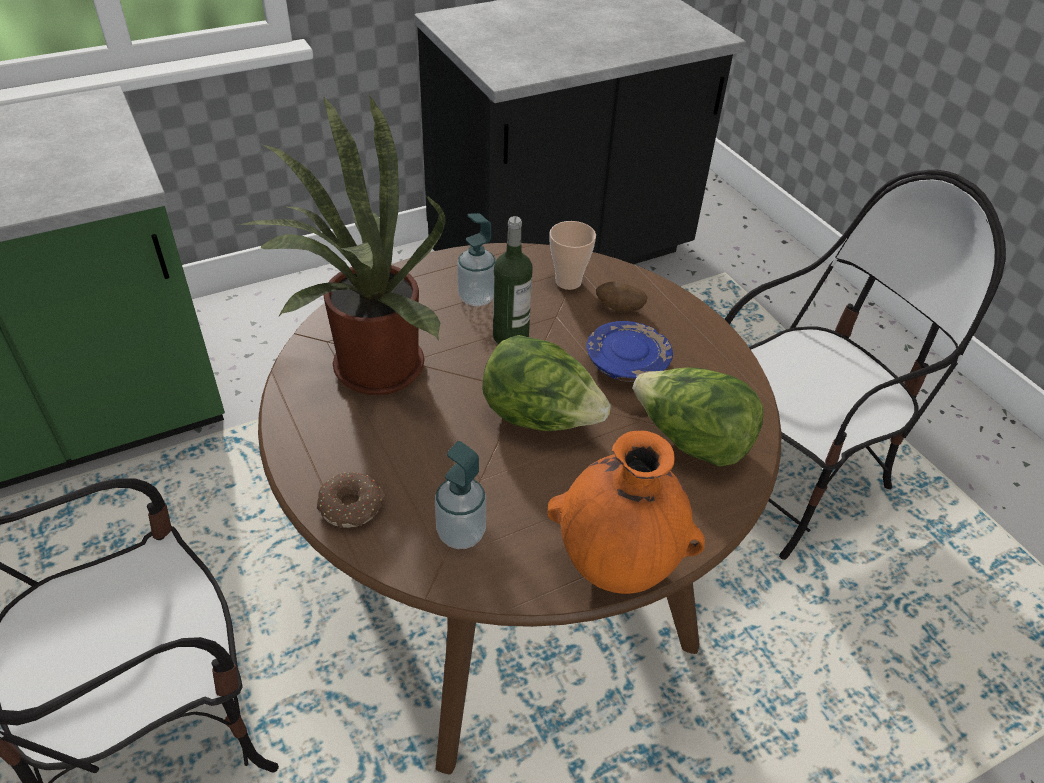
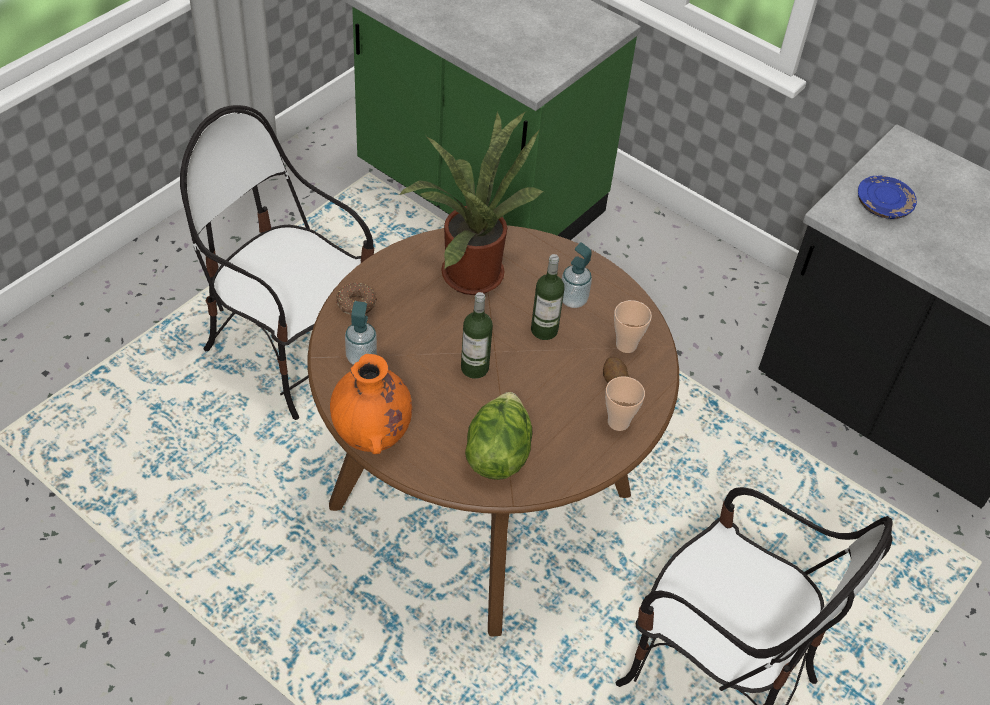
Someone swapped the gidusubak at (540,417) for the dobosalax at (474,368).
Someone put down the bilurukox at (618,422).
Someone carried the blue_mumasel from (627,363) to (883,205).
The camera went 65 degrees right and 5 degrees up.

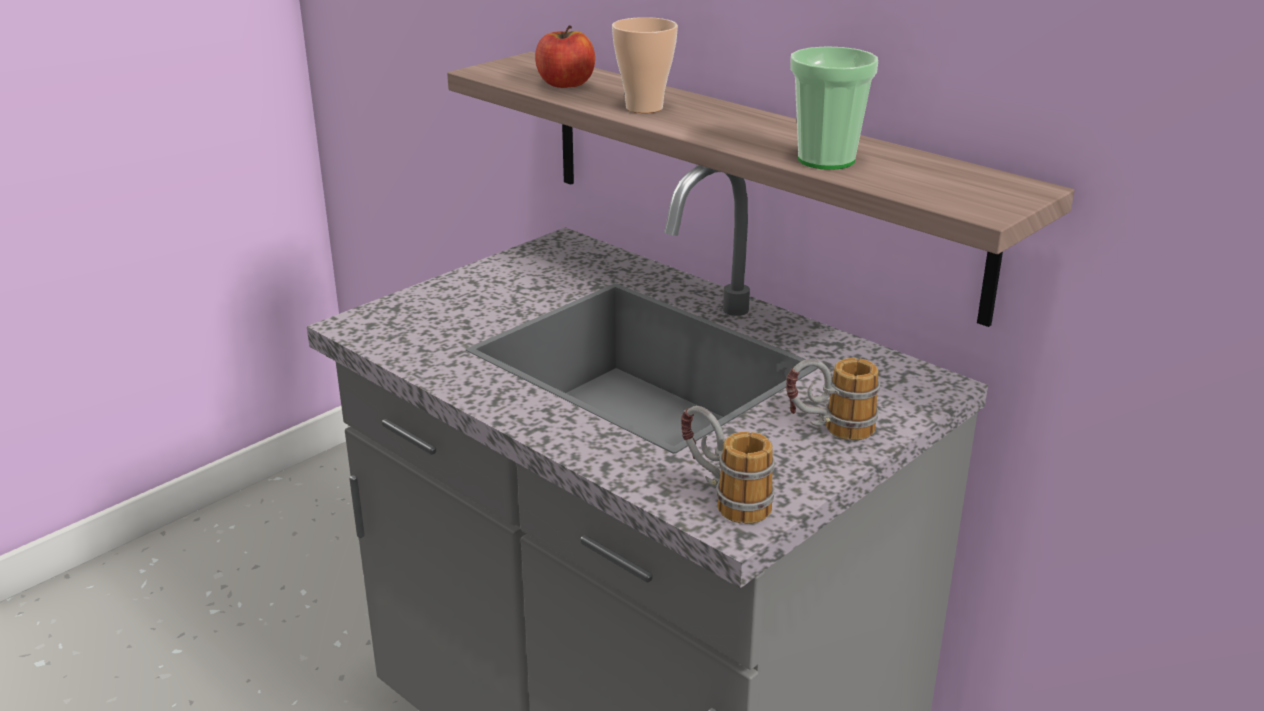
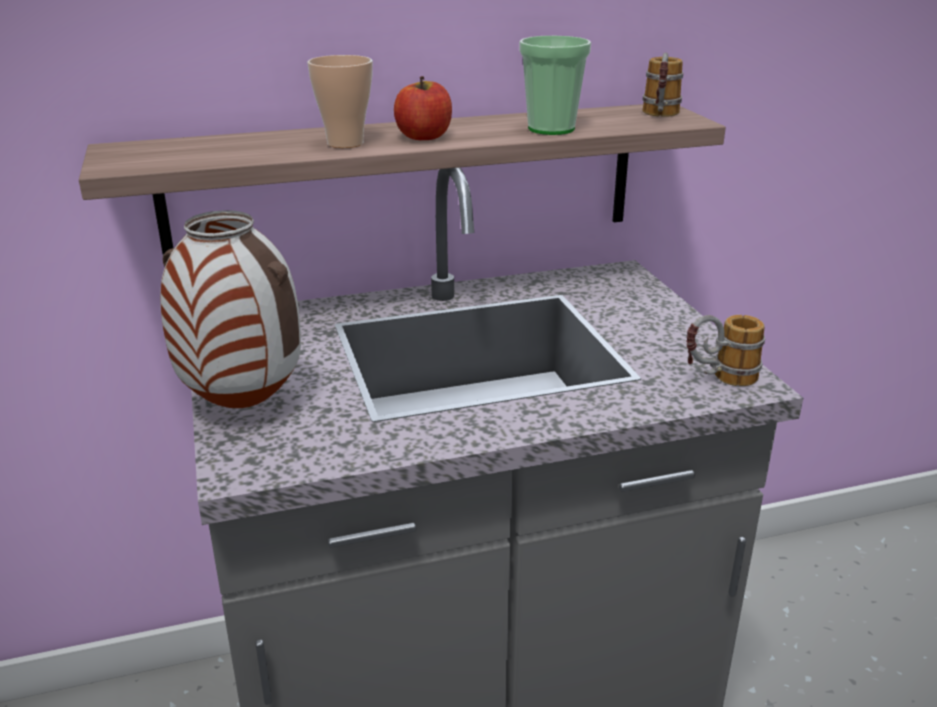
Someone put down the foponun at (246,406).
Someone carried the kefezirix from (565,84) to (424,137).
Someone carried the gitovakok from (828,431) to (660,116).
The camera went 60 degrees left and 0 degrees up.

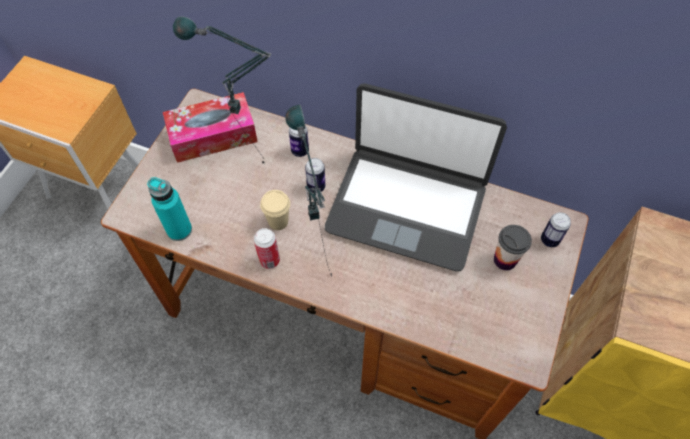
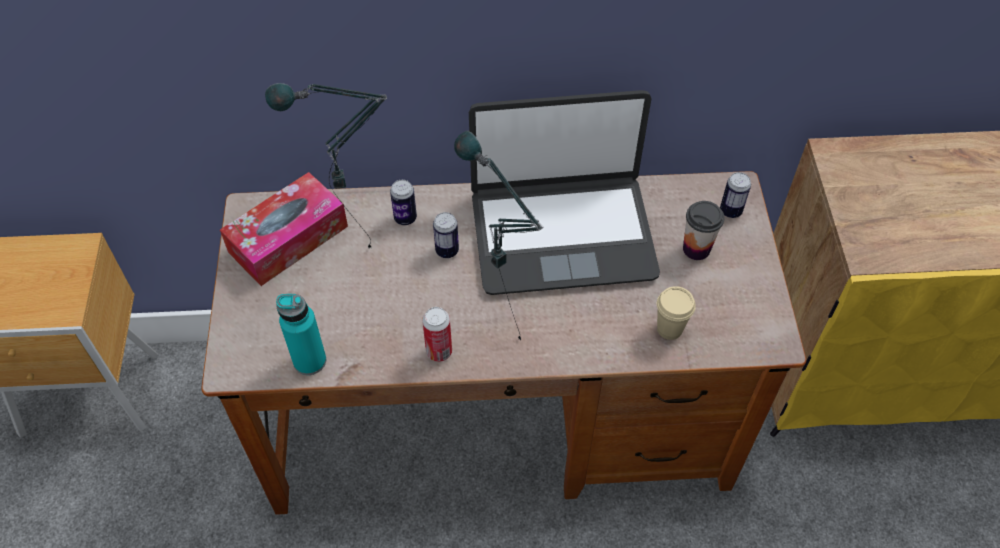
Someone carried the beige_bilurukox from (278,221) to (669,329).
The camera went 25 degrees left and 5 degrees down.

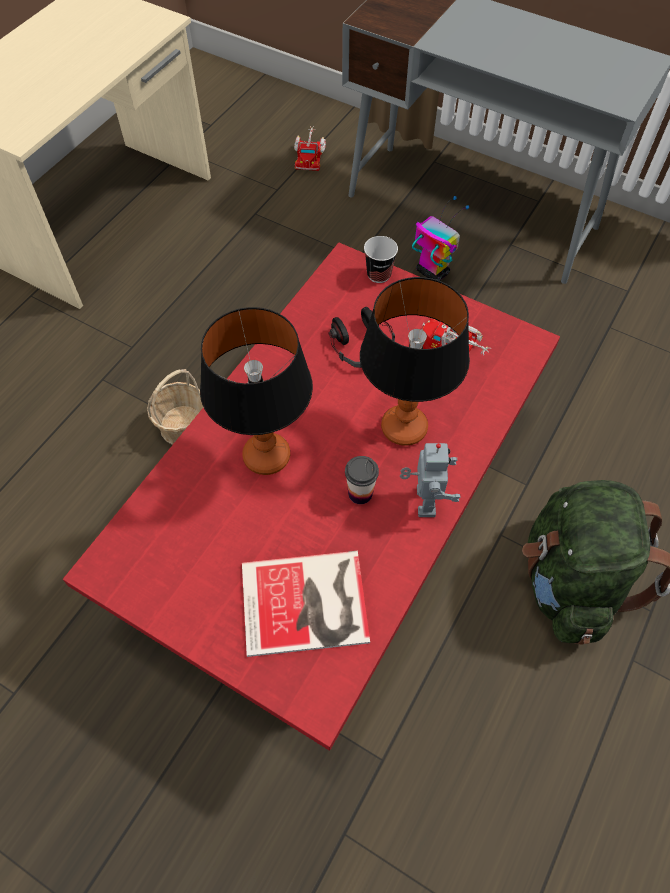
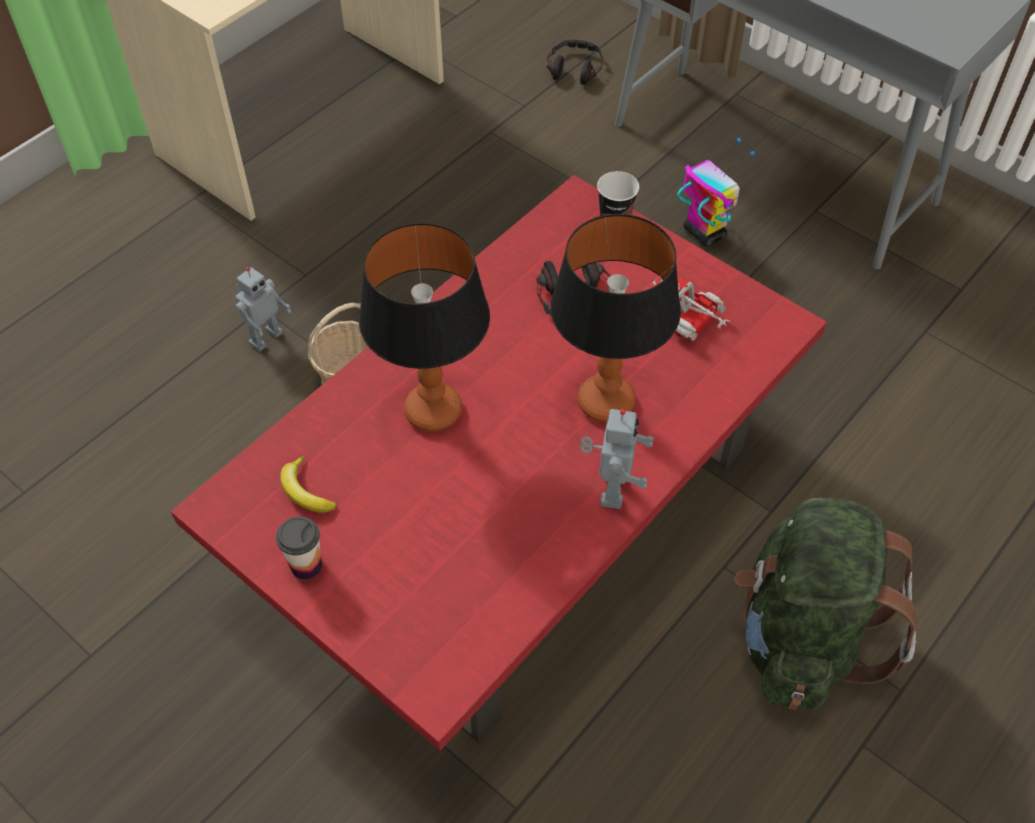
Someone put down the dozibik at (265,337).
Someone carried the bilurukox from (360,493) to (306,565).
Someone put down the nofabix at (305,491).
Someone swapped the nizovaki at (309,155) for the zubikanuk at (574,68).
Someone took away the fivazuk at (308,605).
The camera went 10 degrees right and 5 degrees down.

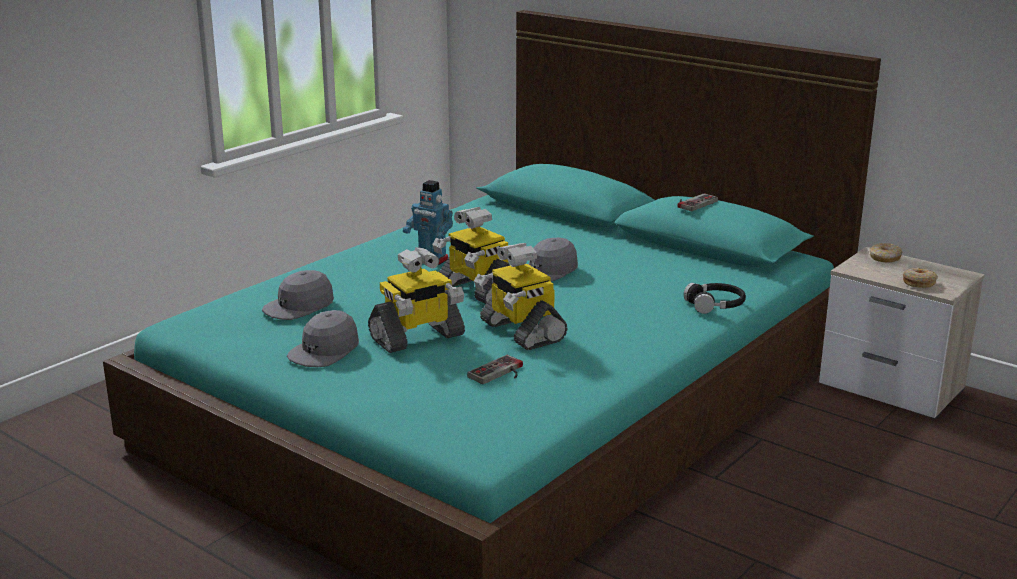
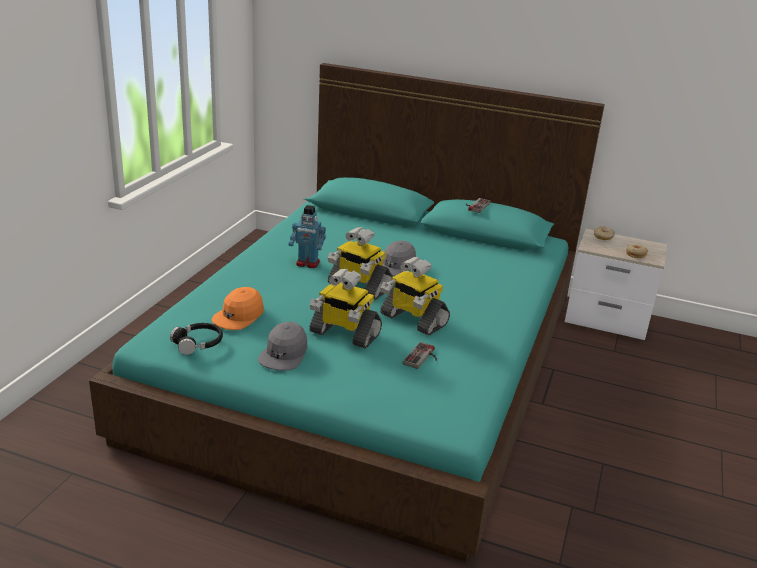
Someone carried the black_zubikanuk from (715,305) to (198,343).
Someone repainted the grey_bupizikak at (299,306), which became the orange_bupizikak at (239,316).
Someone rotated the dozibik at (417,337) by 75 degrees clockwise.
The camera went 20 degrees left and 5 degrees up.

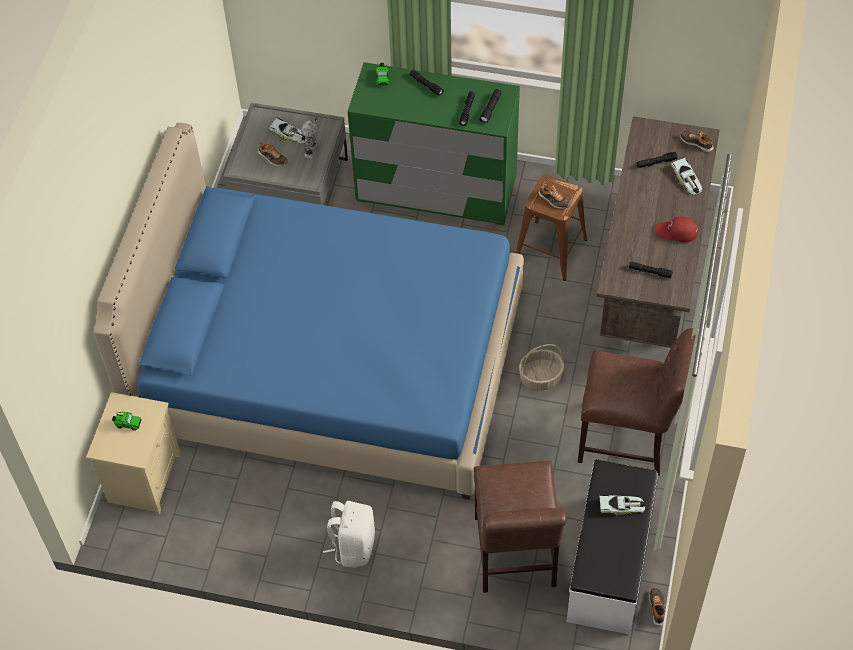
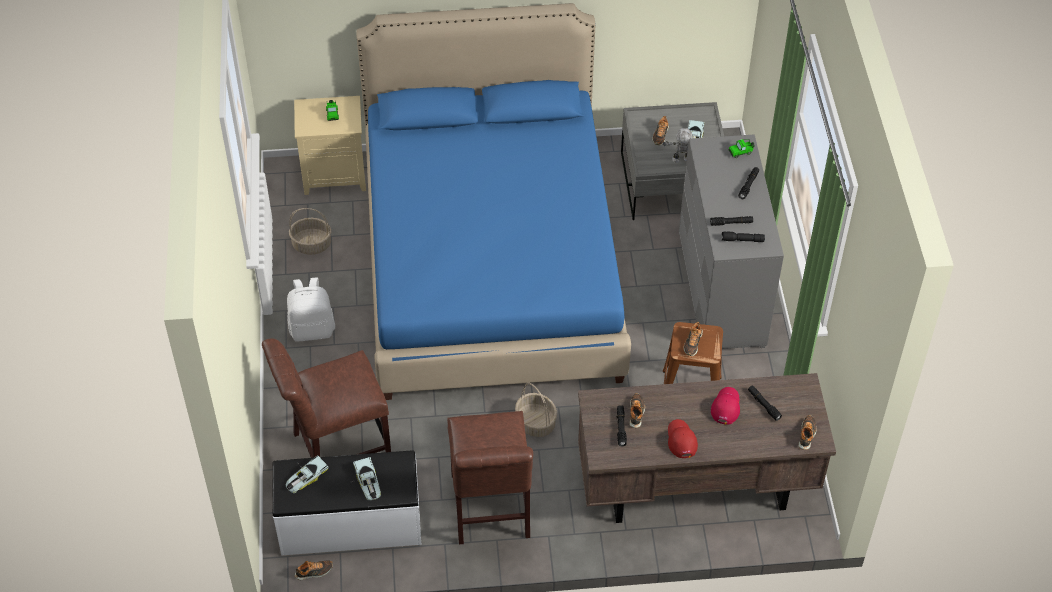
Someone carried the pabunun from (686,179) to (305,477).
Someone put down the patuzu at (311,245).
Someone put down the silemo at (636,413).
Someone repainted the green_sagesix at (436,190), which became the grey_sagesix at (721,289).
Someone put down the red_bupizikak at (725,406).
The camera went 70 degrees right and 5 degrees down.

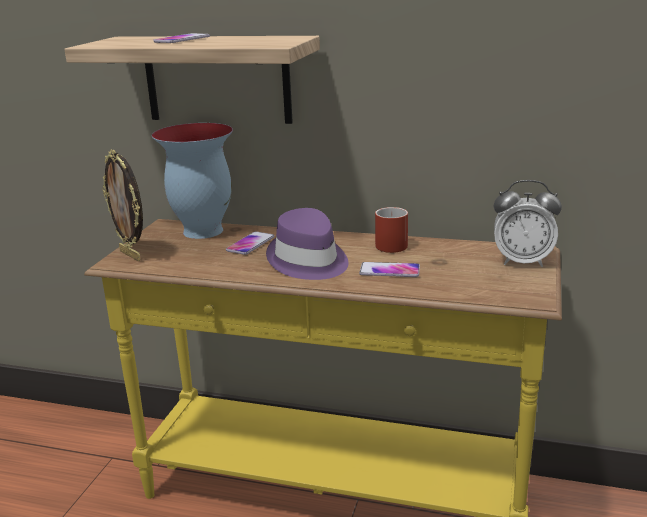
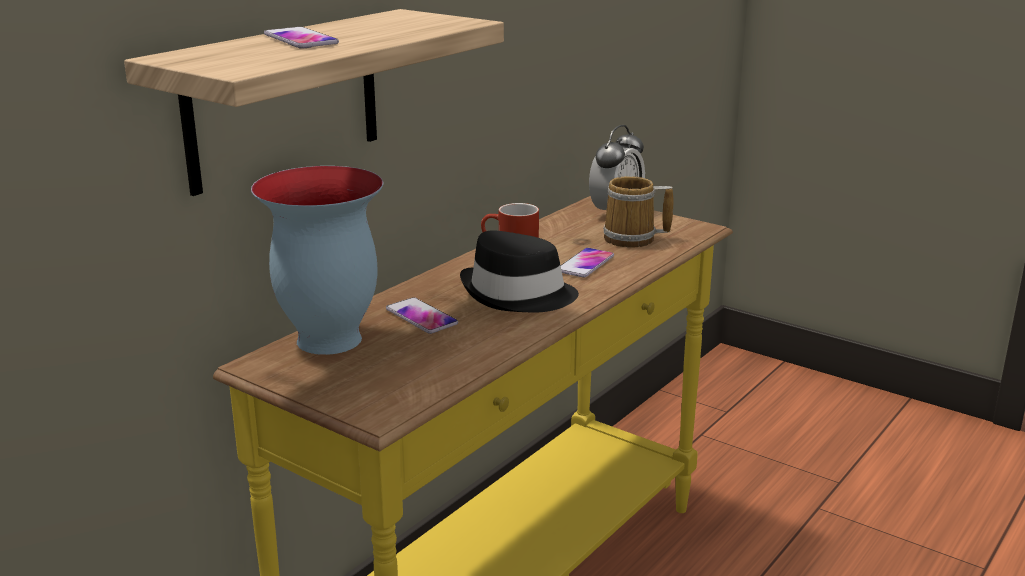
Someone repainted the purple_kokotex at (308,261), which became the black_kokotex at (518,295).
Someone put down the gitovakok at (633,239).
Someone took away the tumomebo at (131,255).
The camera went 70 degrees left and 0 degrees up.

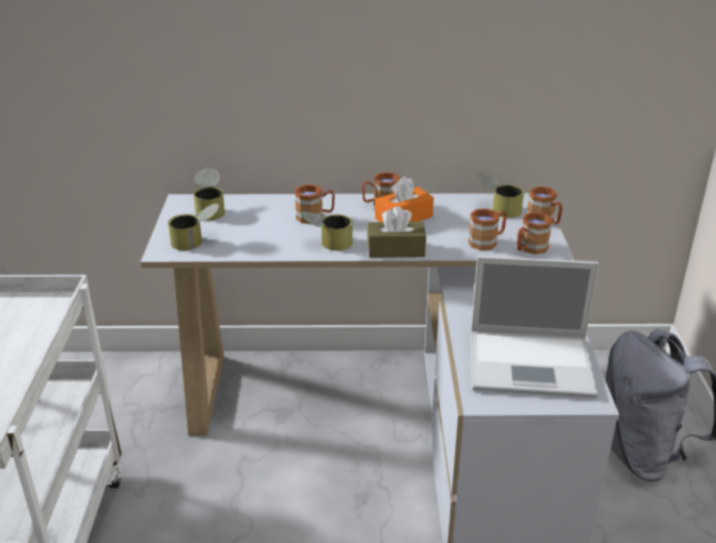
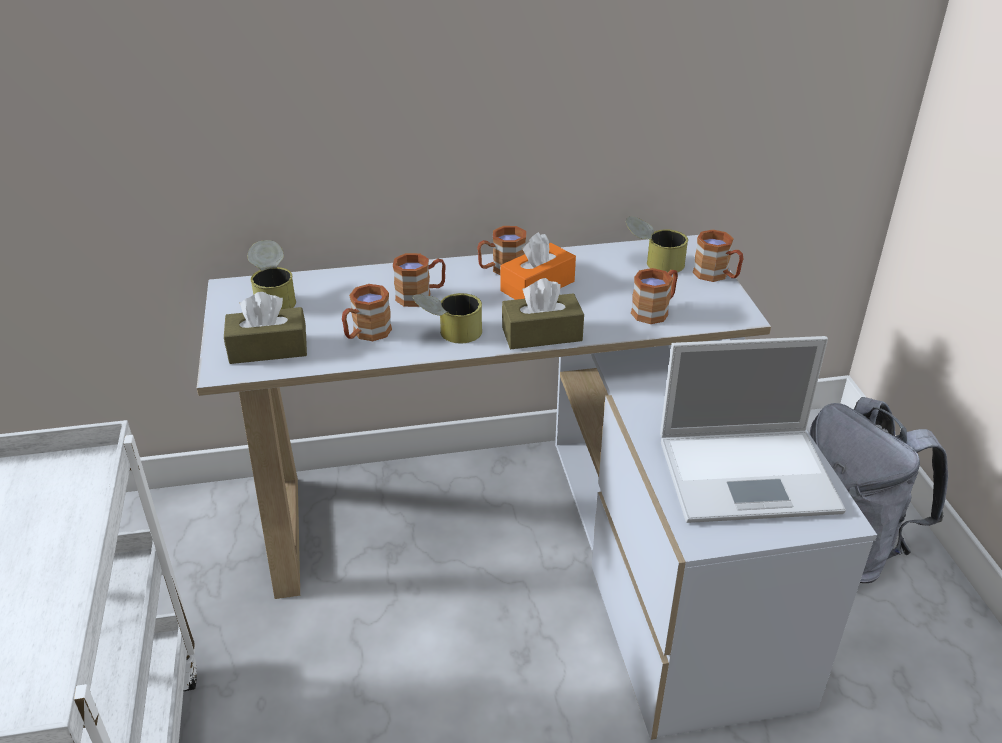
Someone swapped the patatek at (196,241) for the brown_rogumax at (268,348).
Someone carried the brown_gitovakok from (529,249) to (366,334).
The camera went 10 degrees left and 5 degrees up.

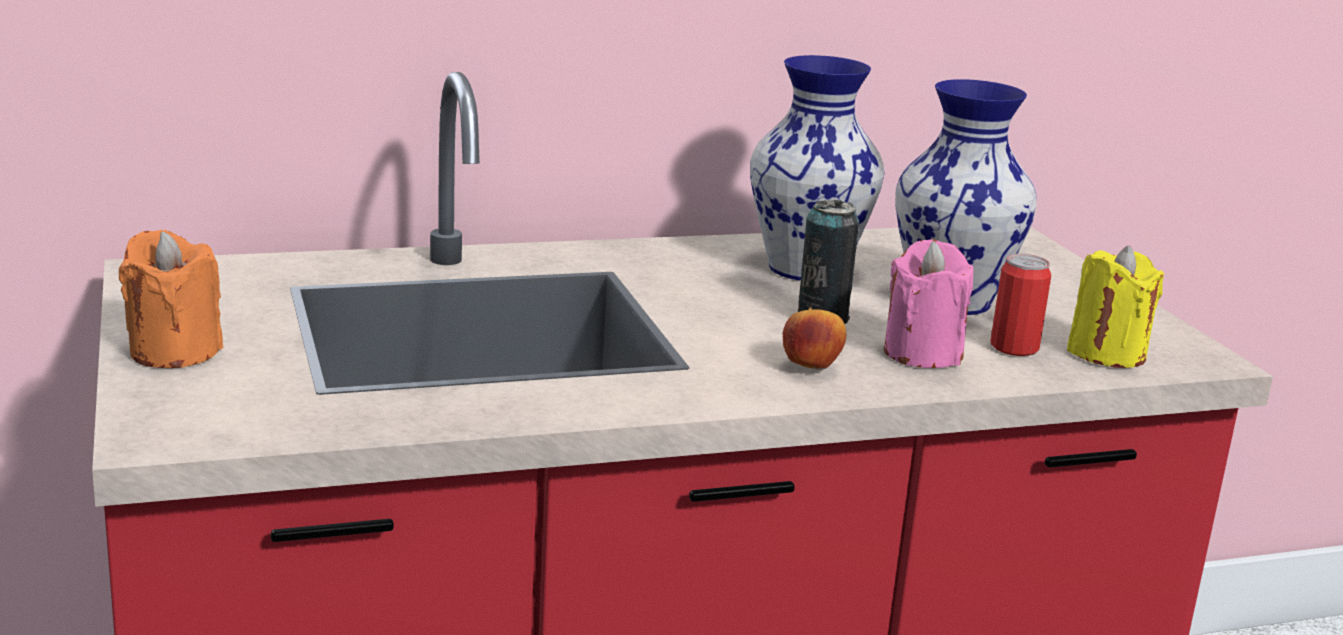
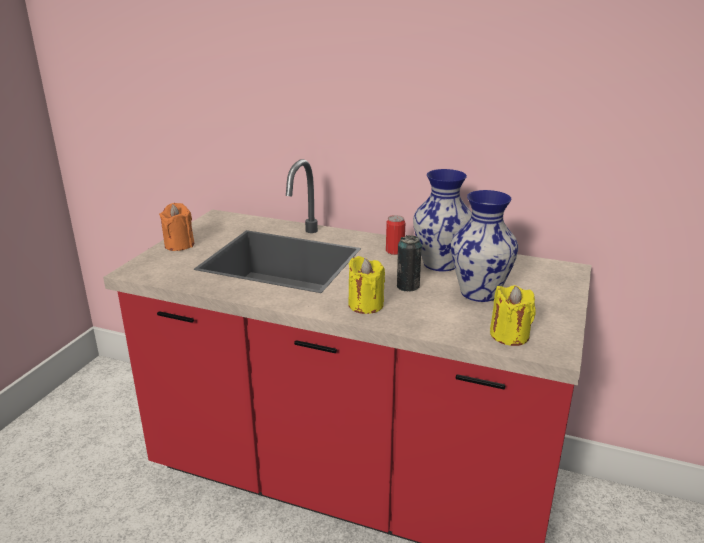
Someone swapped the kefezirix at (810,367) for the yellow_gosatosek at (365,305).
Someone carried the patatek from (1014,347) to (394,251).
Someone took away the pink_gosatosek at (922,353).
The camera went 40 degrees right and 5 degrees up.

